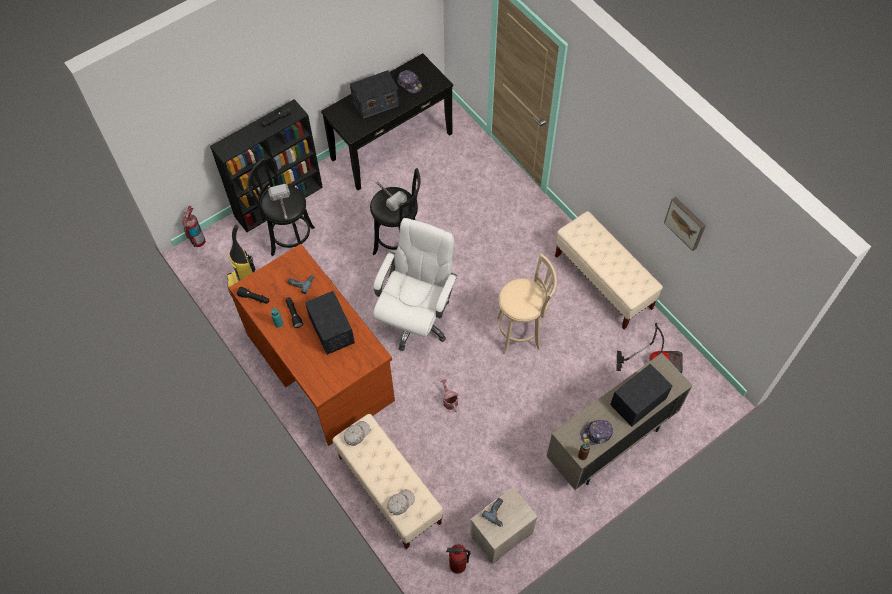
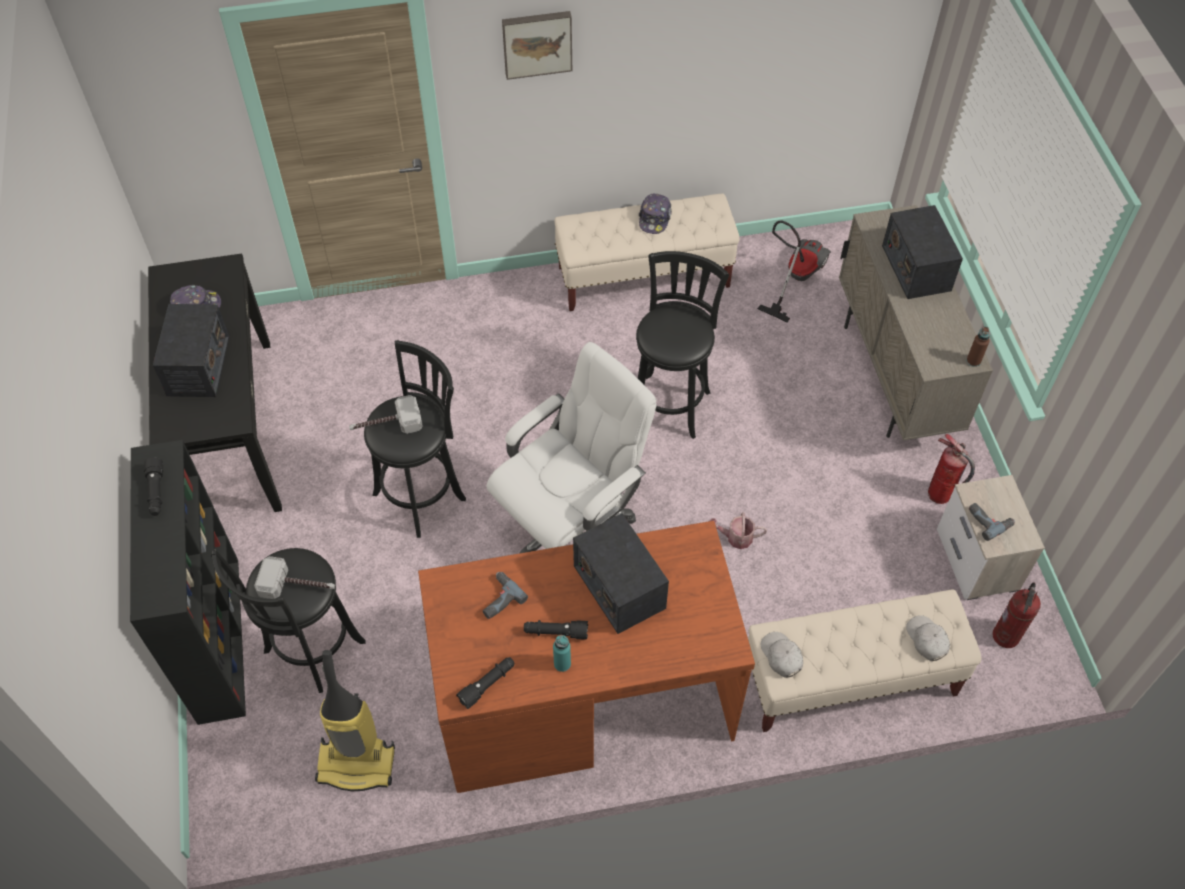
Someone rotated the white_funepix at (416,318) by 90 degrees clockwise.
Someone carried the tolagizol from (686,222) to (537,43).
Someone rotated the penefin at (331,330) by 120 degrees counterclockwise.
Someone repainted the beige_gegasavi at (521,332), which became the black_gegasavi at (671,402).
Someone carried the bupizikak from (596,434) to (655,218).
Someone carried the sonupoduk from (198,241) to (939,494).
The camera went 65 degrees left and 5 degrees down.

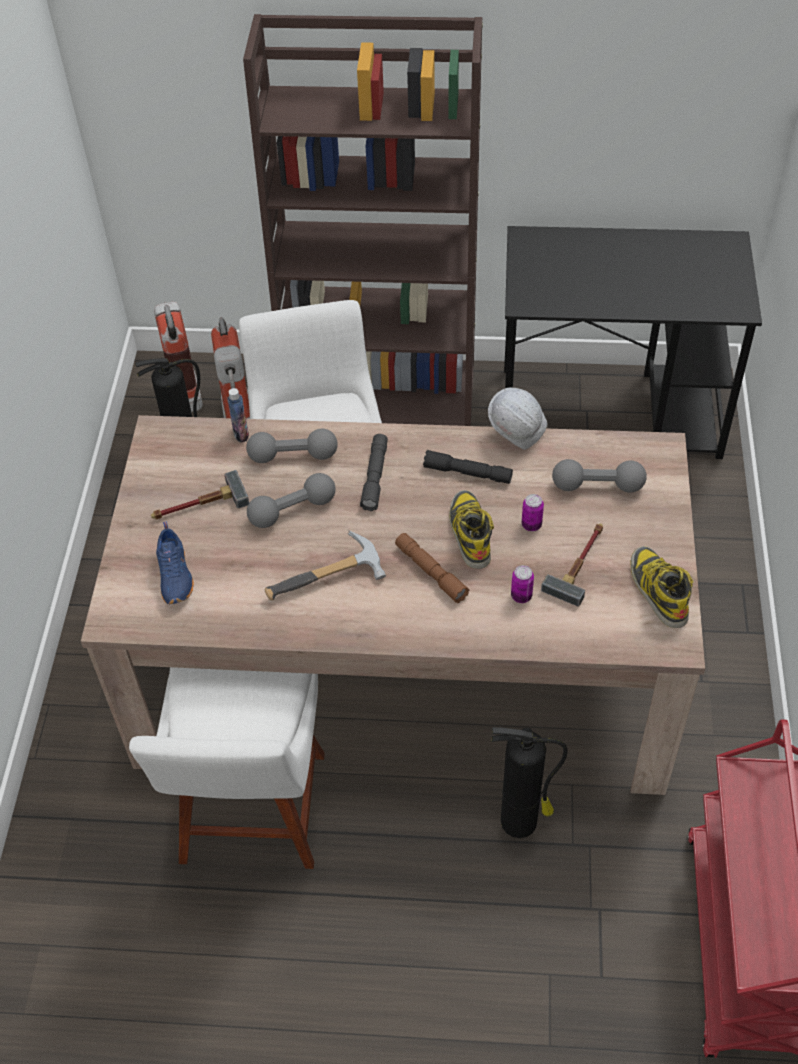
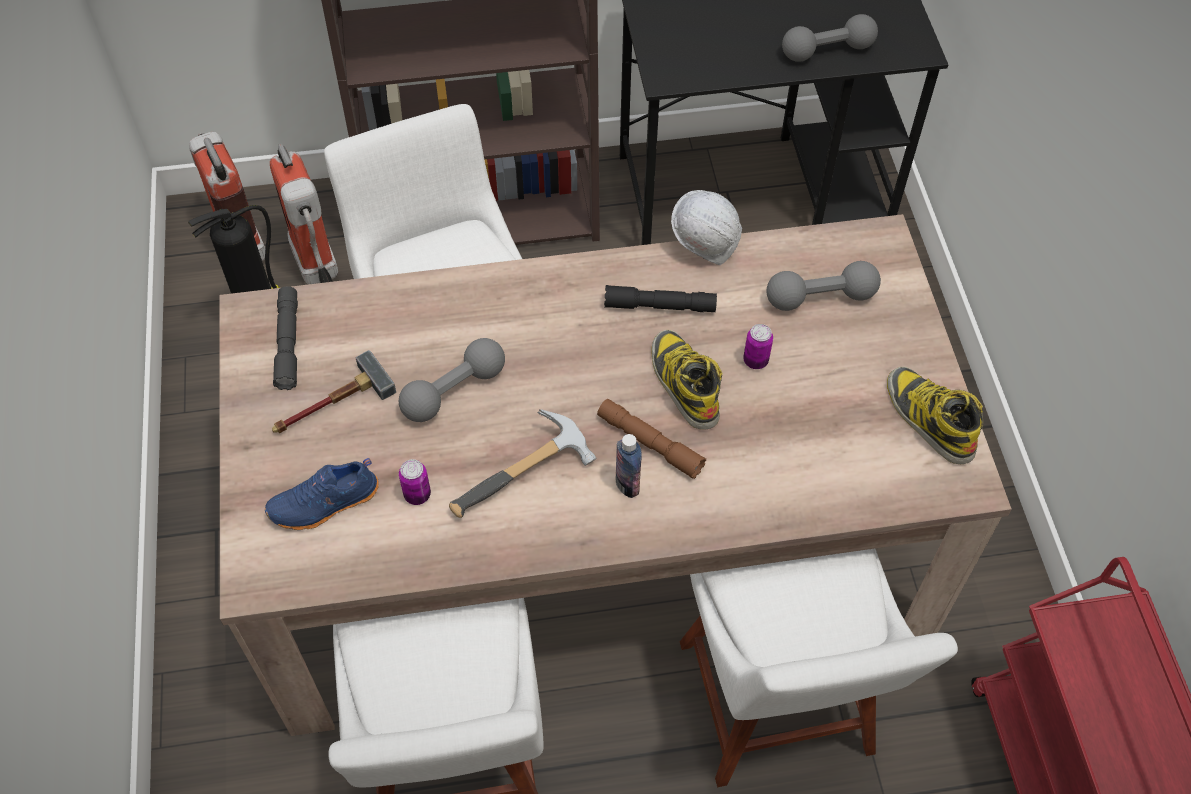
Someone rotated the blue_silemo at (176,575) by 90 degrees clockwise.
Someone carried the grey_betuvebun from (375,477) to (288,343).
Someone carried the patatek from (521,596) to (417,495).
Someone carried the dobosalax from (241,434) to (627,484).
Someone swapped the sonupoduk at (521,821) for the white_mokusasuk at (778,708).
Someone carried the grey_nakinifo from (293,456) to (827,50).
Someone took away the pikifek at (580,563).
The camera went 15 degrees left and 5 degrees up.

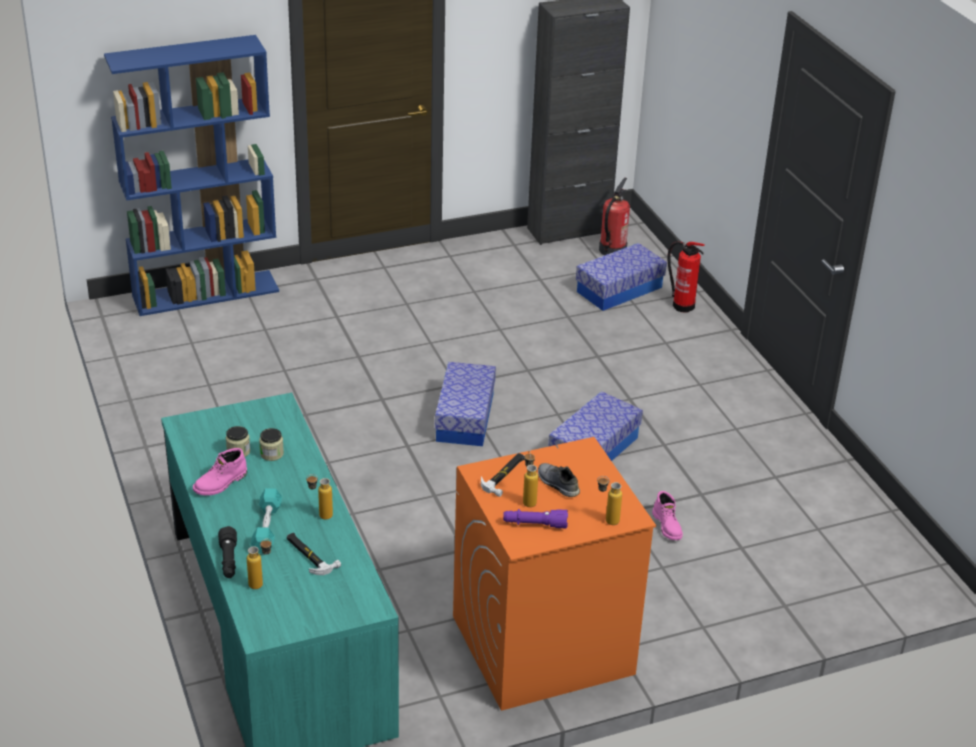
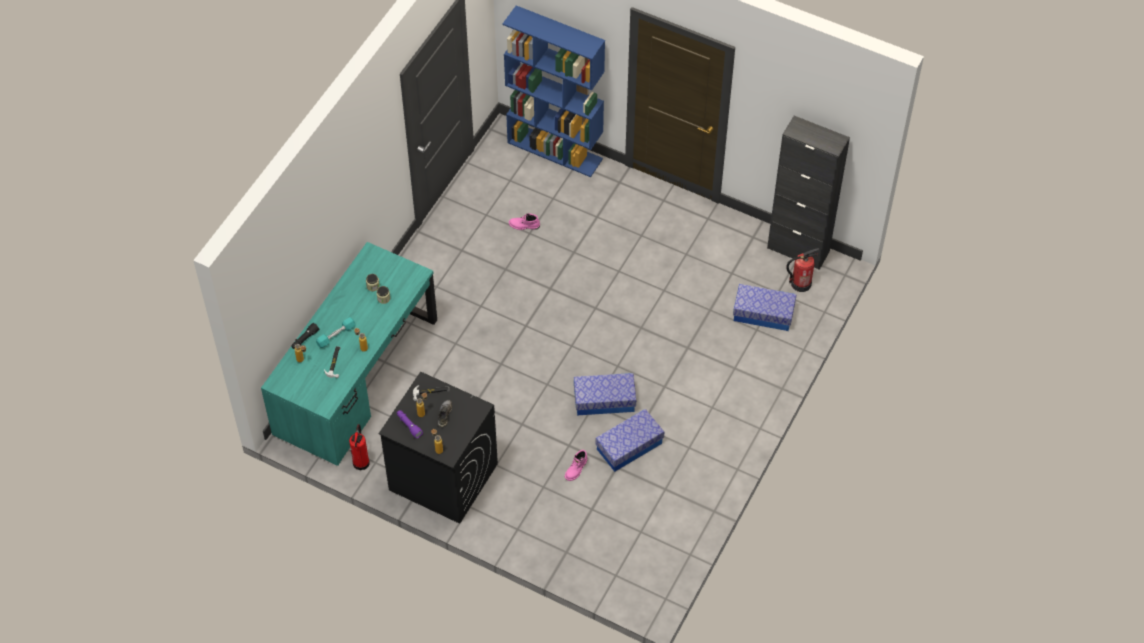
Someone carried the sonupoduk from (682,305) to (361,461).
Someone repainted the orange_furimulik at (541,646), which became the black_furimulik at (442,477).
Someone carried the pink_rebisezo from (221,484) to (524,226).
Someone carried the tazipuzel from (465,417) to (629,446).
The camera went 50 degrees right and 20 degrees up.

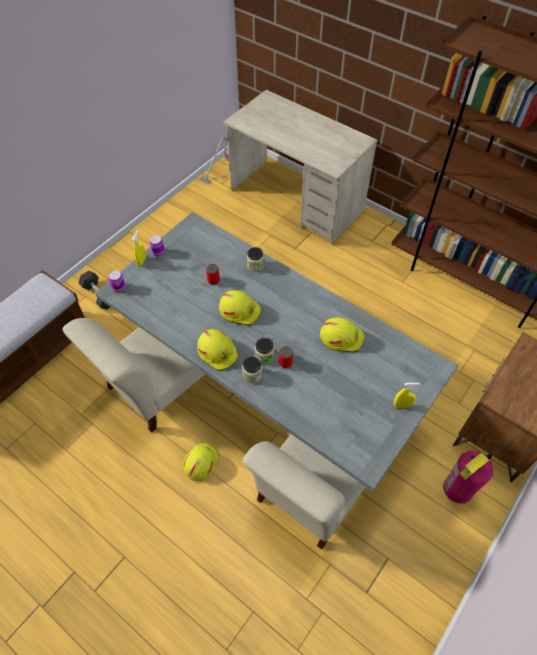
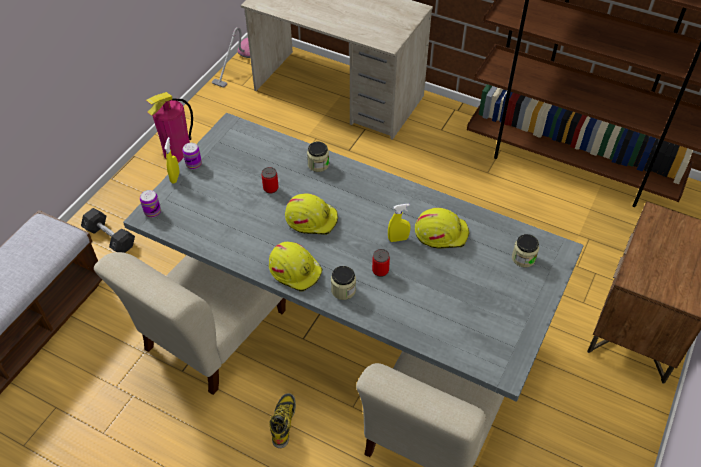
Someone carried the sonupoduk from (458,488) to (177,152).
Someone swapped the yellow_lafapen at (200,462) for the rebisezo at (283,421).
Someone carried the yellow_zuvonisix from (402,405) to (398,239).
Someone carried the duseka from (264,356) to (523,258).
The camera went 10 degrees left and 5 degrees down.

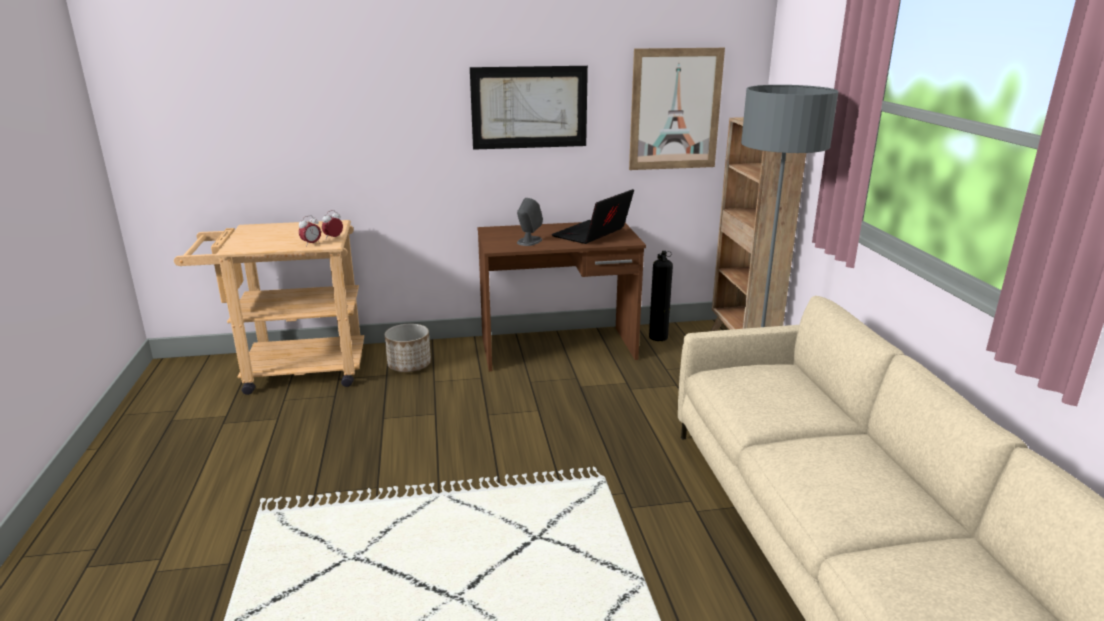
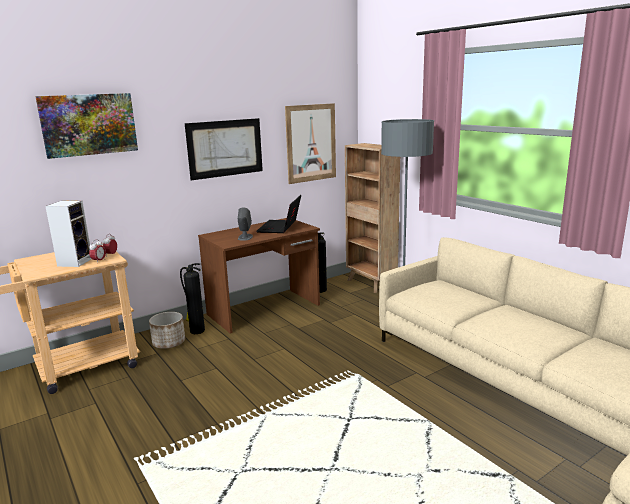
Someone put up the tolagizol at (89,124).
Someone put down the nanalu at (75,262).
Someone put down the sonupoduk at (196,331).
The camera went 25 degrees left and 5 degrees down.

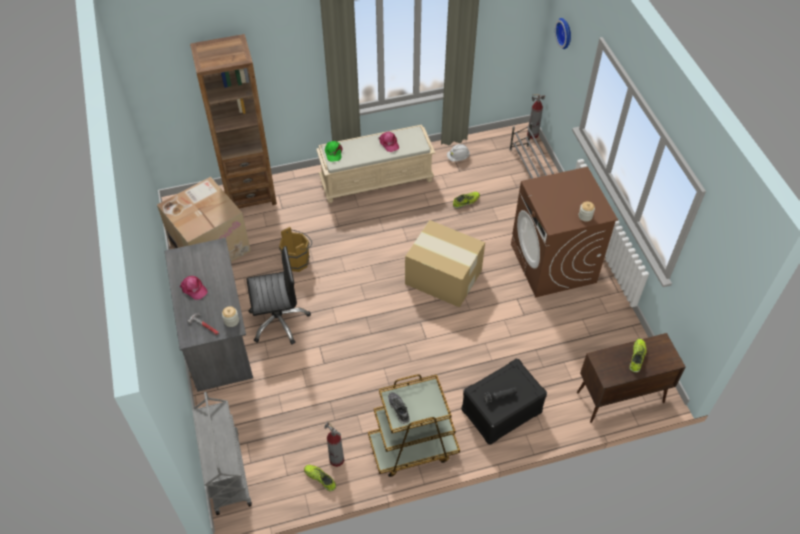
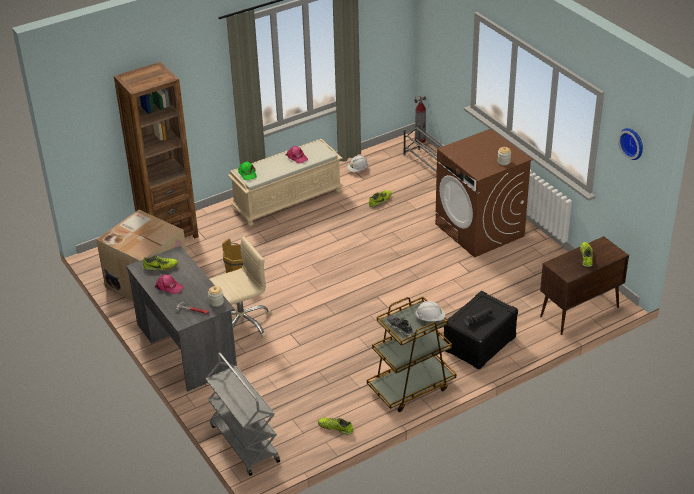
Someone put down the silemo at (160,267).
Someone repainted the black_funepix at (278,320), which became the beige_funepix at (242,323).
Someone put down the white_lafapen at (430,318).
Someone carried the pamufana from (565,33) to (633,143).
Someone took away the sonupoduk at (337,460).
Someone took away the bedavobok at (444,278).
The camera went 15 degrees left and 15 degrees down.

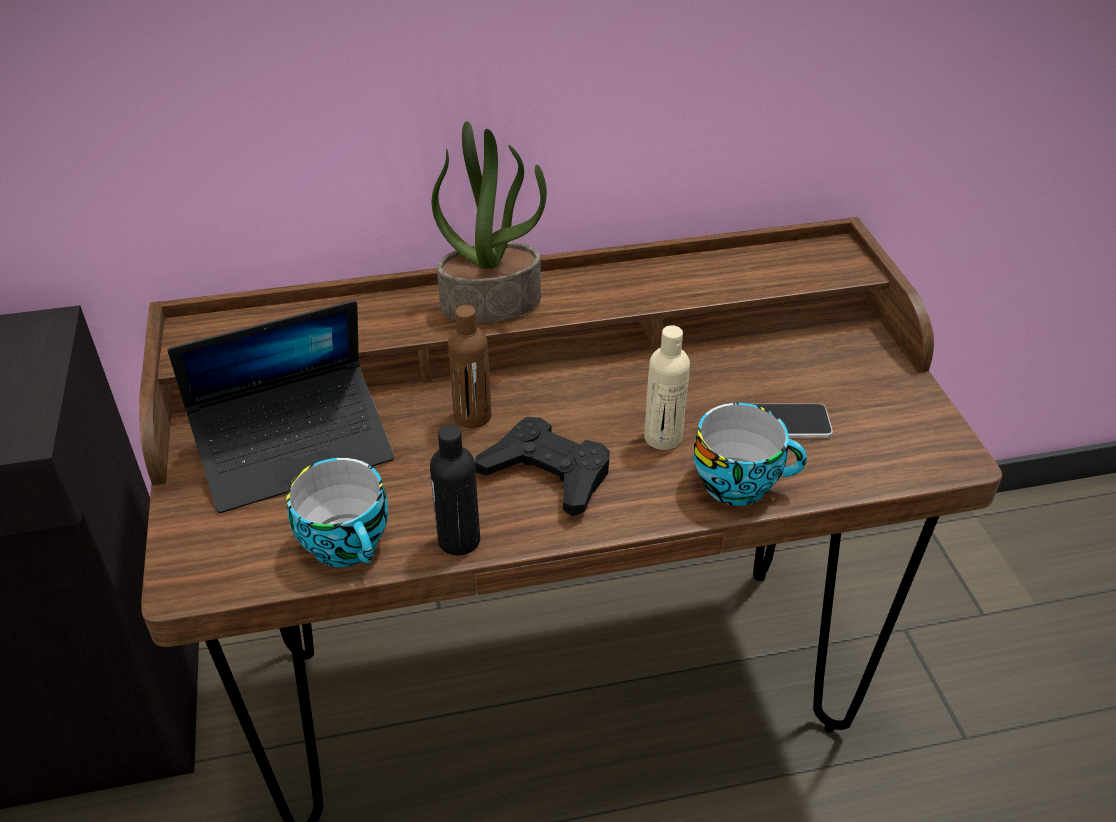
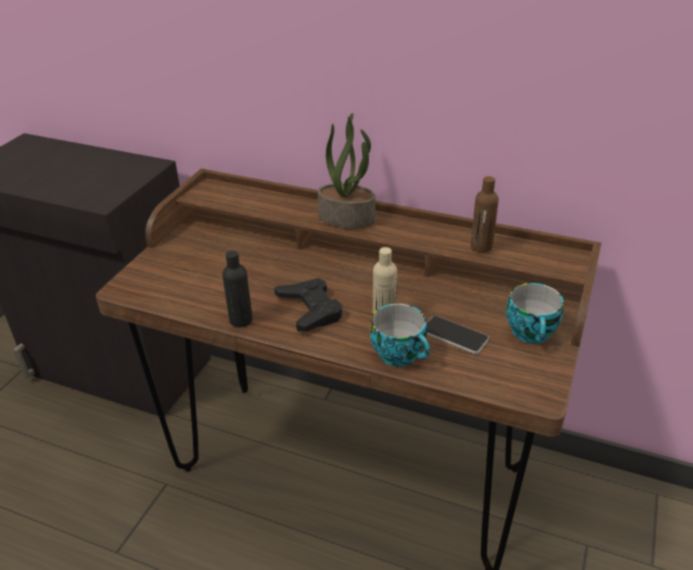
Someone carried the brown_dobosalax from (472,416) to (481,247).
Someone carried the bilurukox from (349,544) to (532,333).
Someone took away the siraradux at (295,450).
The camera went 35 degrees right and 5 degrees down.

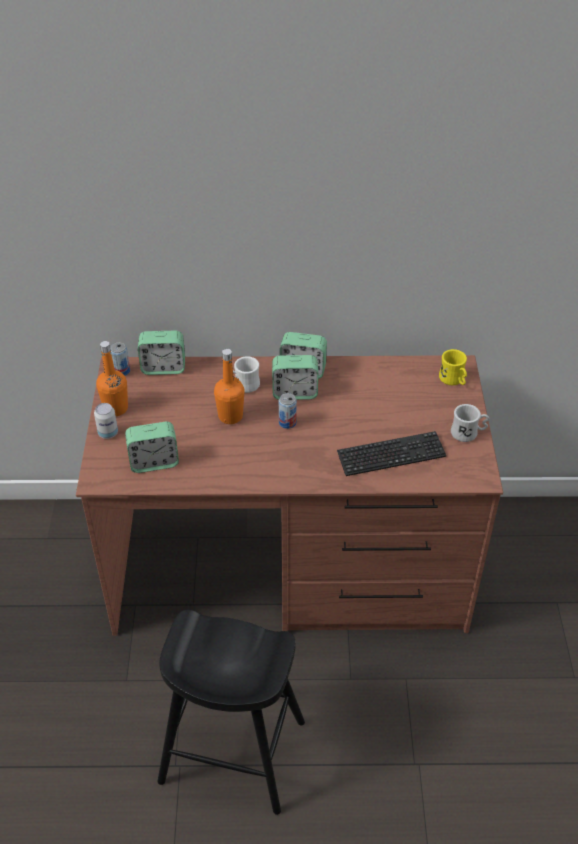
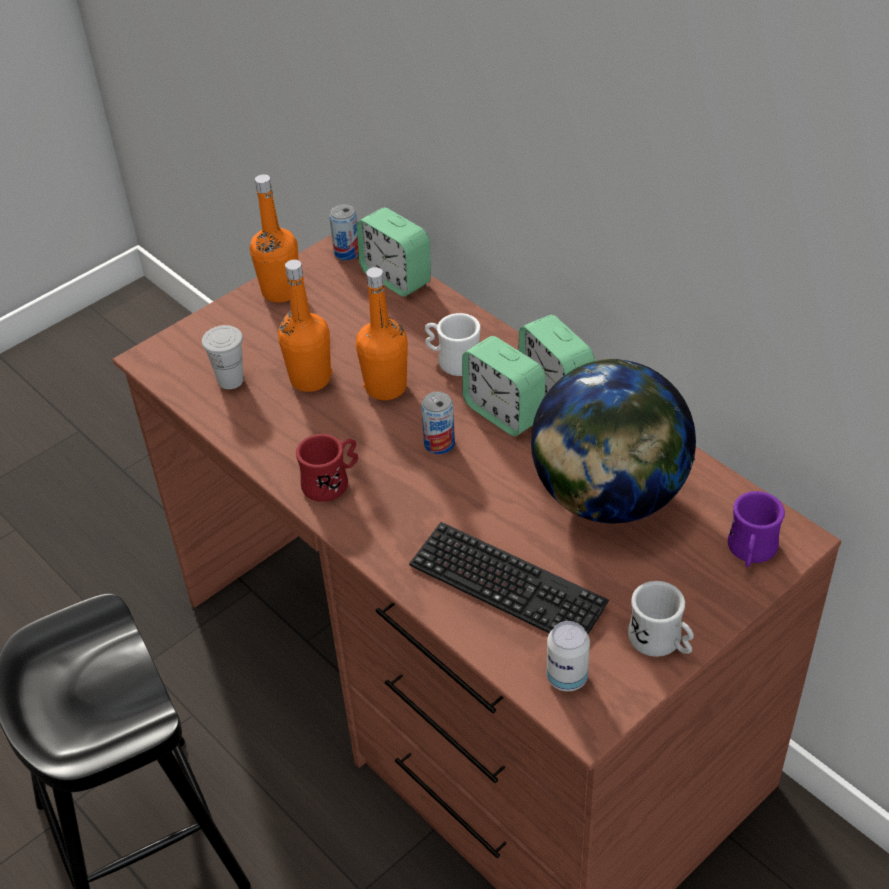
Someone swapped the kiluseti at (154,462) for the white_bilurukox at (230,380).
Someone put down the orange_dobosalax at (310,379).
Someone put down the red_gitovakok at (332,482).
Someone put down the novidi at (608,497).
Someone carried the patatek from (108,433) to (567,677).
Someone repainted the yellow_gitovakok at (453,380), which became the purple_gitovakok at (750,552).
The camera went 50 degrees right and 0 degrees up.

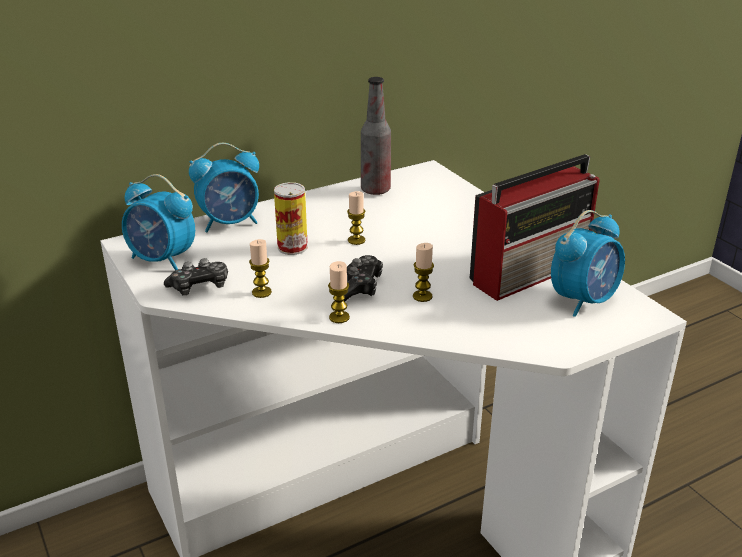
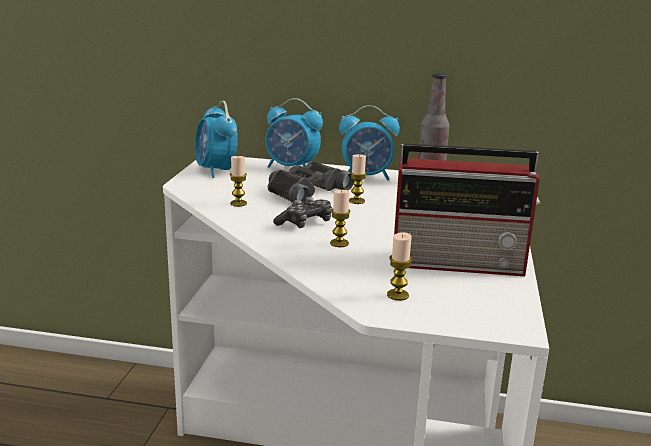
Someone swapped the patatek at (292,247) for the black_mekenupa at (305,190).
Someone carried the kiluseti from (584,300) to (367,177).
Someone carried the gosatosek from (339,317) to (397,295).
Someone took away the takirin at (199,287).
The camera went 40 degrees right and 10 degrees down.

